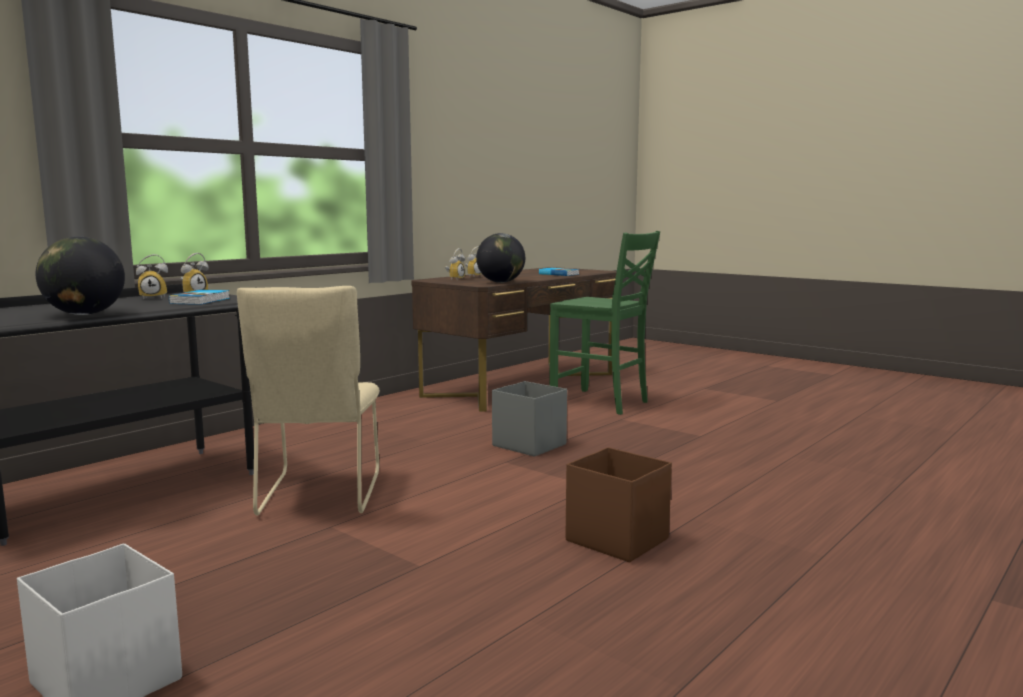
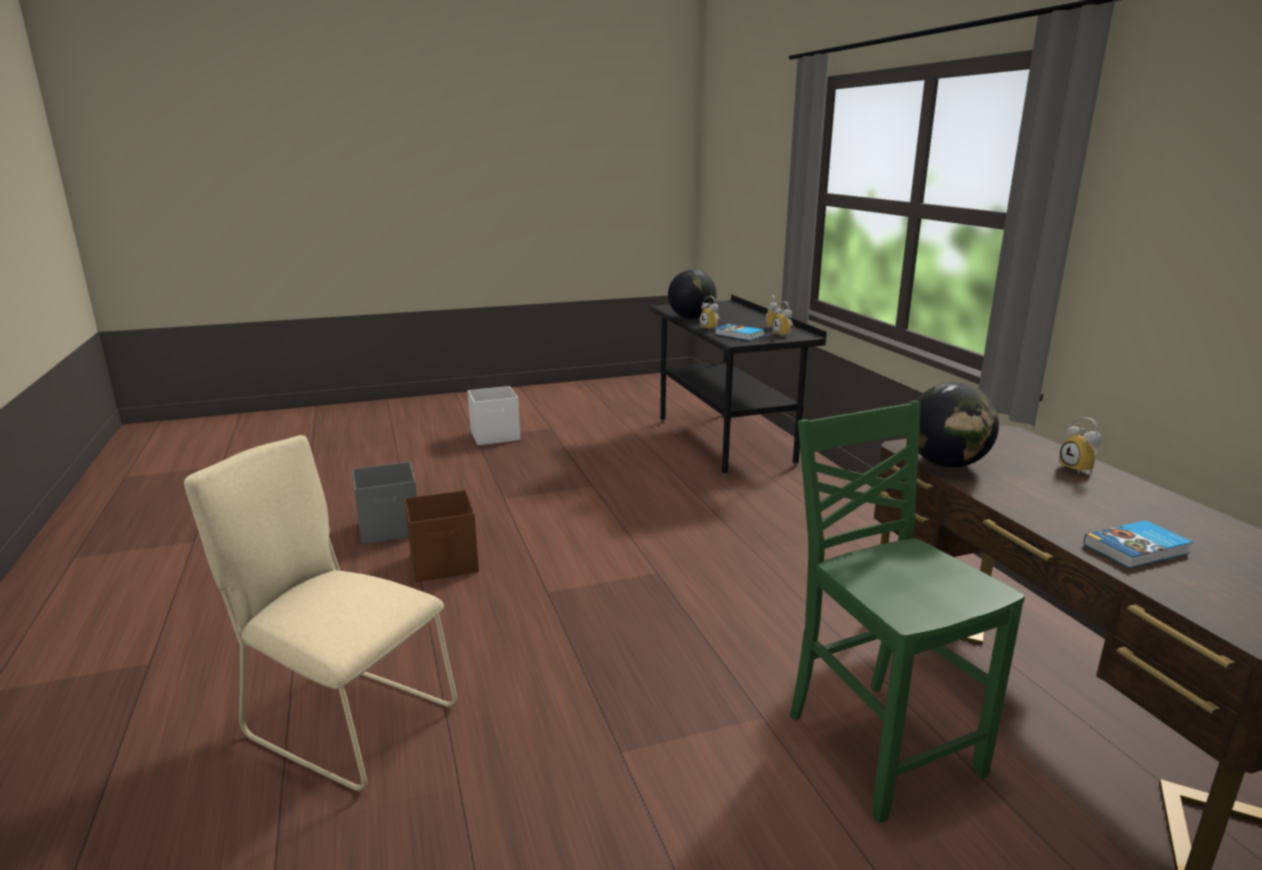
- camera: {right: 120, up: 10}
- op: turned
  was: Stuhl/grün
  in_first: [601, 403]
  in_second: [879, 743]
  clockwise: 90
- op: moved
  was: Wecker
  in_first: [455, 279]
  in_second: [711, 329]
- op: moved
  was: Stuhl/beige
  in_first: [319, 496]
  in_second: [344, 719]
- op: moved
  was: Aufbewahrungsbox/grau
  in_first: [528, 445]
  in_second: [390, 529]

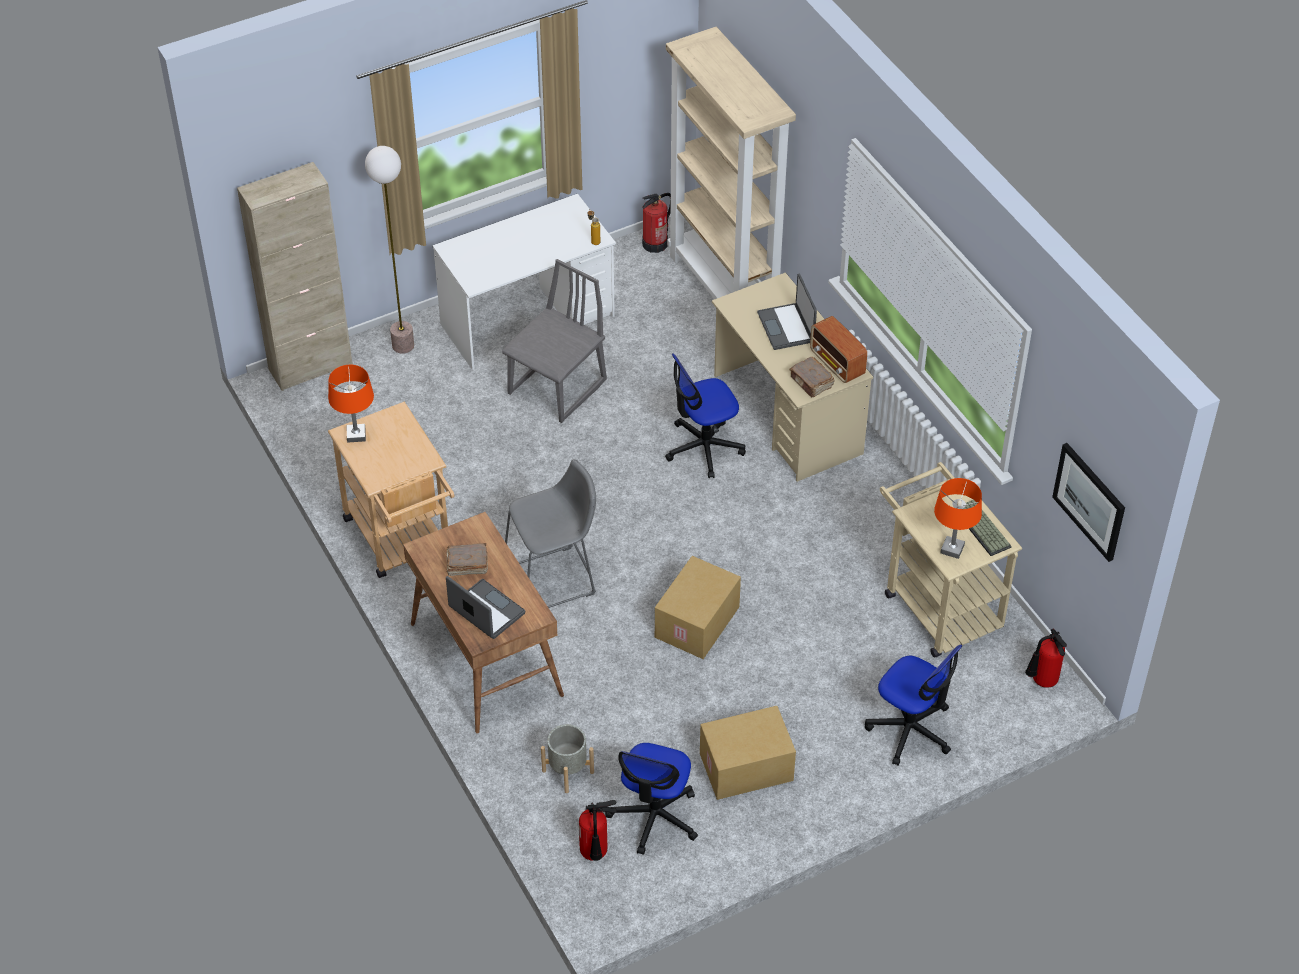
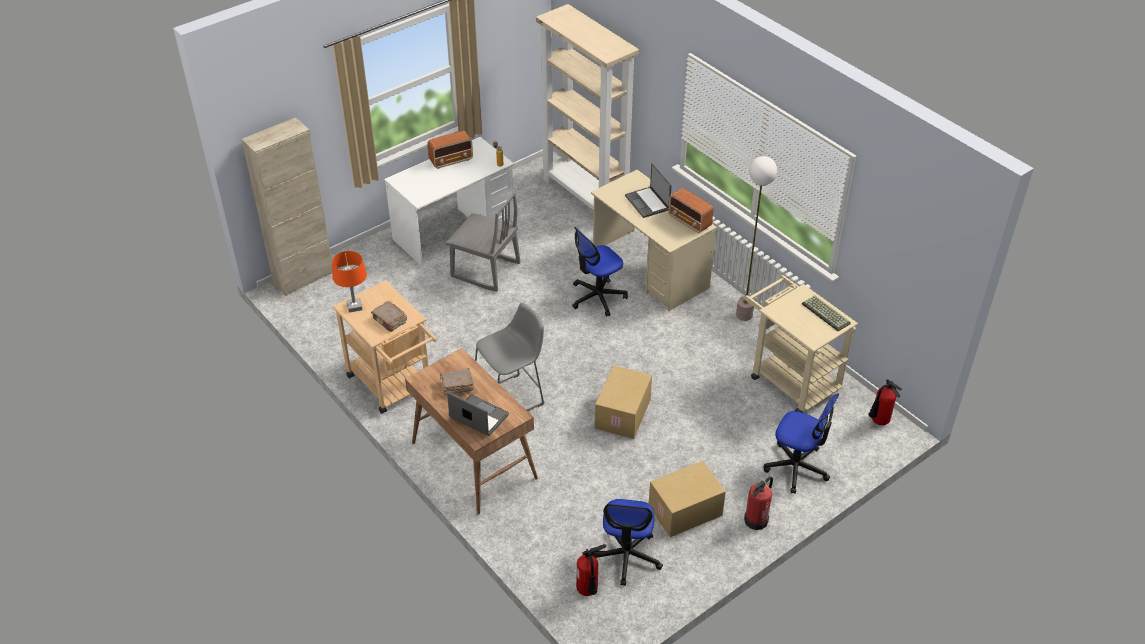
- camera: {right: -10, up: -5}
- op: moved
  was: Stehlampe
  in_first: [403, 345]
  in_second: [744, 315]
- op: moved
  was: Feuerlöscher
  in_first: [655, 243]
  in_second: [756, 520]
- op: turned
  was: Stuhl/grau
  in_first: [558, 388]
  in_second: [485, 271]
  clockwise: 90
- op: moved
  was: Buch/braun
  in_first: [811, 382]
  in_second: [390, 321]
- op: removed
  was: Bild
  in_first: [1090, 501]
- op: removed
  was: Tischlampe/orange
  in_first: [952, 549]
- op: removed
  was: Pflanzkübel/grau
  in_first: [568, 771]
- op: added
  now: Radio
  in_second: [451, 160]

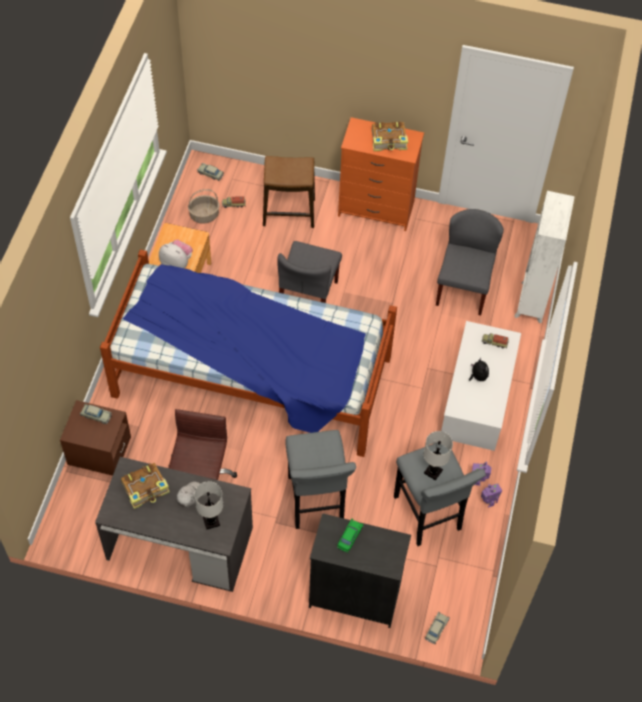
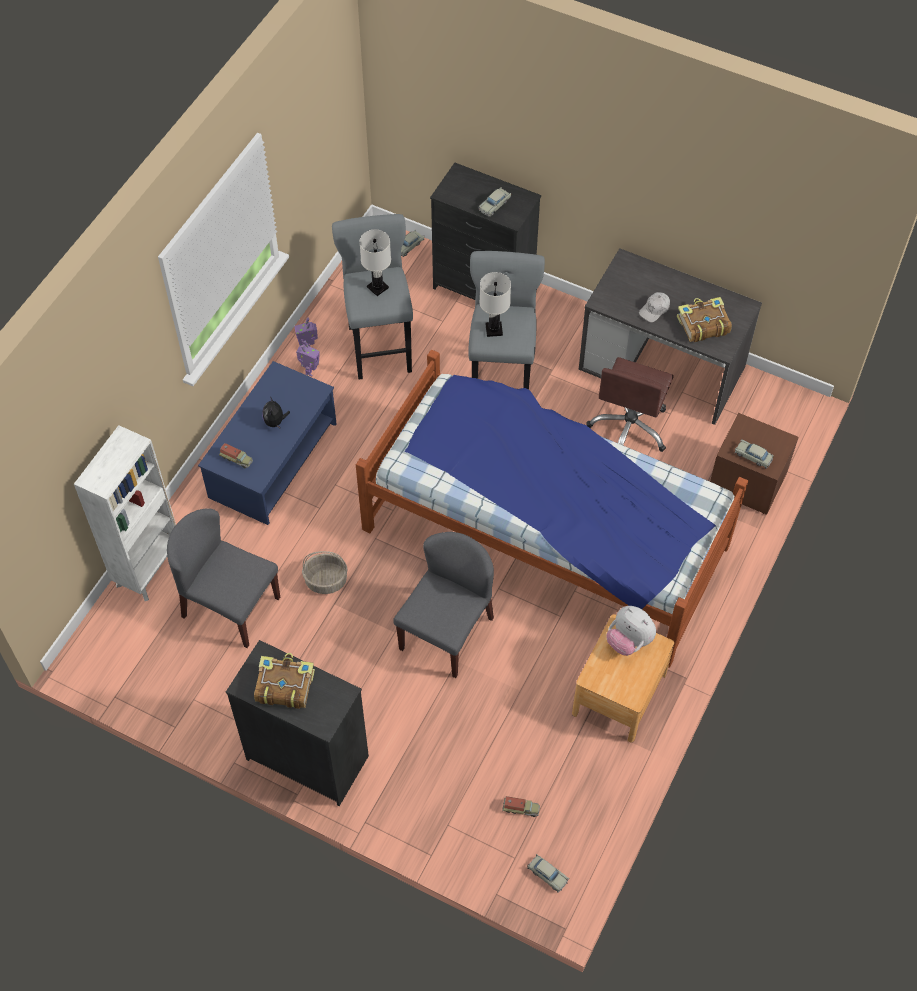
- camera: {right: -165, up: 0}
- op: recoloured
  was: Kommode/orange
  now: Kommode/schwarz
  in_first: [376, 209]
  in_second: [308, 757]
- op: removed
  was: Hocker
  in_first: [289, 212]
- op: moved
  was: Korb
  in_first: [204, 215]
  in_second: [325, 581]
- op: turned
  was: Stuhl/grau
  in_first: [463, 288]
  in_second: [230, 607]
  clockwise: 90
- op: recoloured
  was: Couchtisch/weiß
  now: Couchtisch/blau
  in_first: [477, 397]
  in_second: [272, 461]
- op: moved
  was: Tischlampe/weiß
  in_first: [211, 521]
  in_second: [494, 330]
- op: recoloured
  was: Spielzeugauto/grün
  now: Spielzeugauto/beige
  in_first: [349, 537]
  in_second: [494, 205]

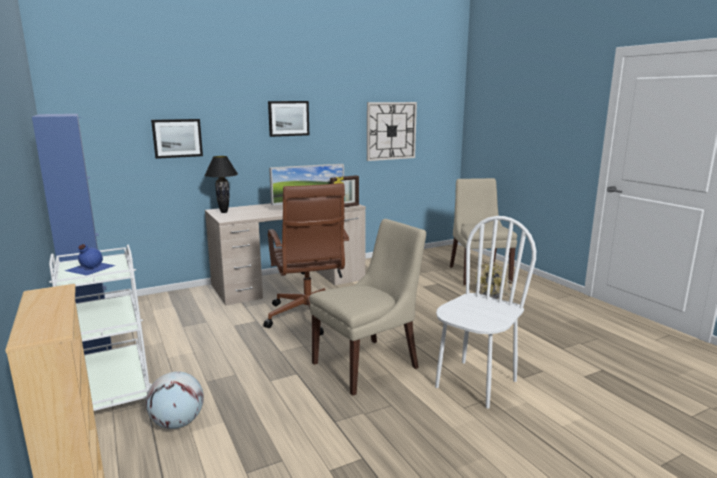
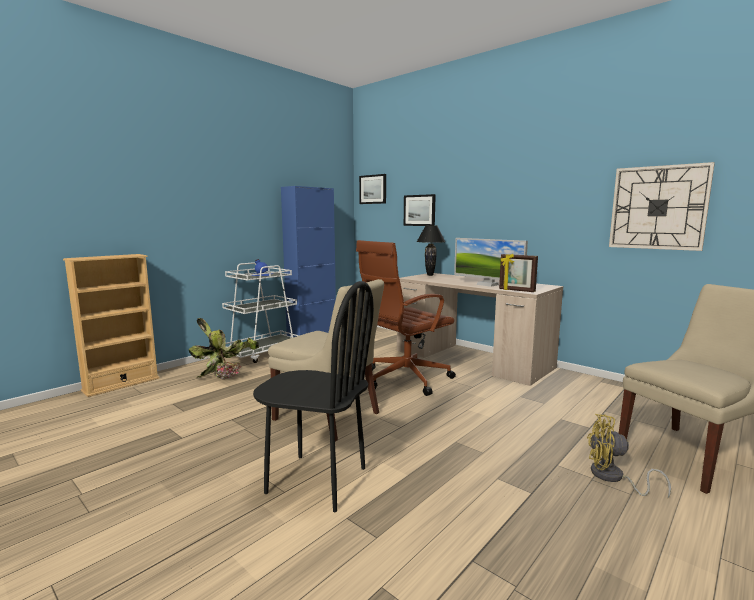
- camera: {right: 70, up: -5}
- op: moved
  was: Bild
  in_first: [288, 118]
  in_second: [373, 189]
- op: recoloured
  was: Stuhl/weiß
  now: Stuhl/schwarz
  in_first: [475, 383]
  in_second: [316, 480]
- op: replaced
  was: Globus
  now: Topfpflanze
  in_first: [178, 423]
  in_second: [226, 375]

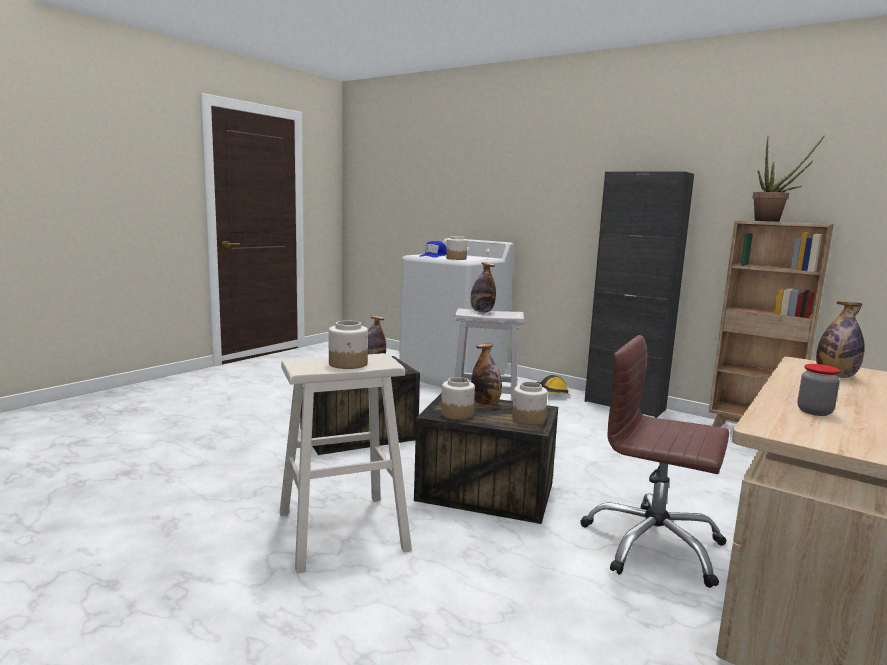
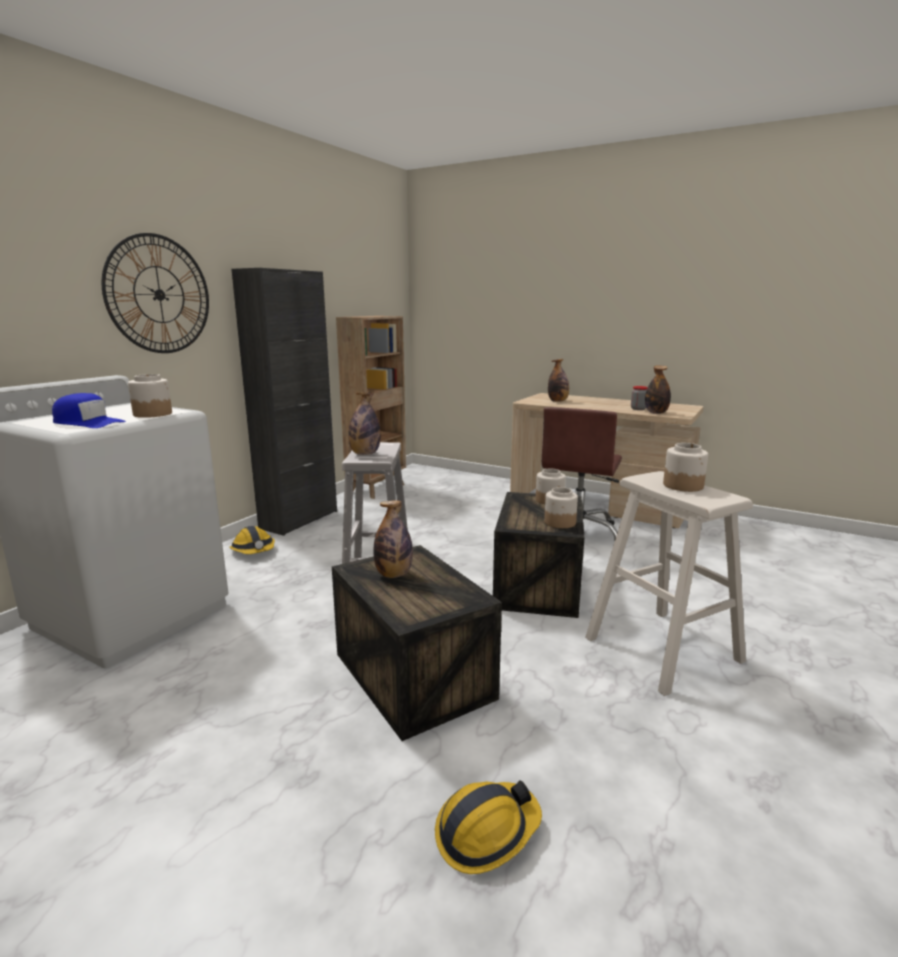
- camera: {right: -95, up: 5}
- op: removed
  was: Topfpflanze
  in_first: [772, 221]
- op: moved
  was: Flasche
  in_first: [485, 403]
  in_second: [656, 413]
- op: added
  now: Wanduhr
  in_second: [159, 294]
- op: added
  now: Schutzhelm
  in_second: [486, 832]

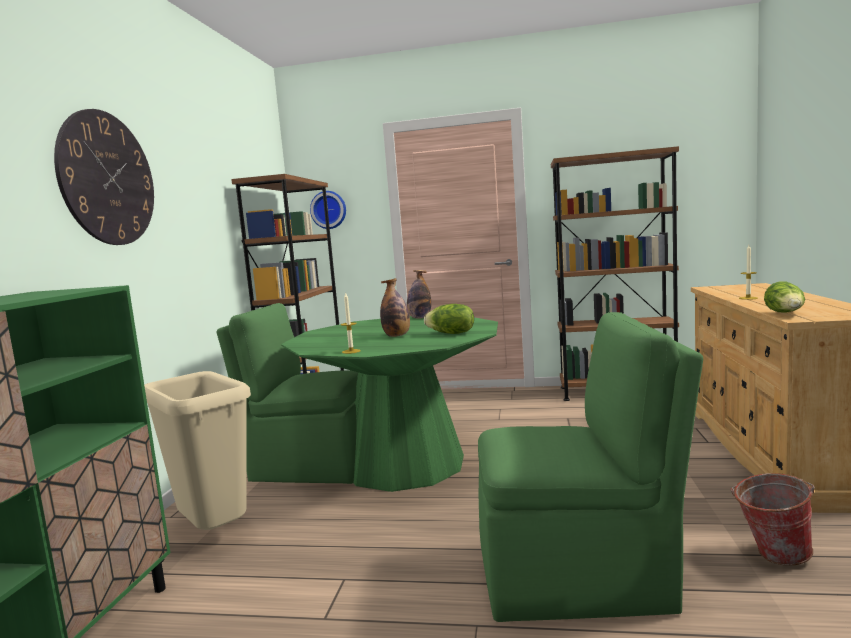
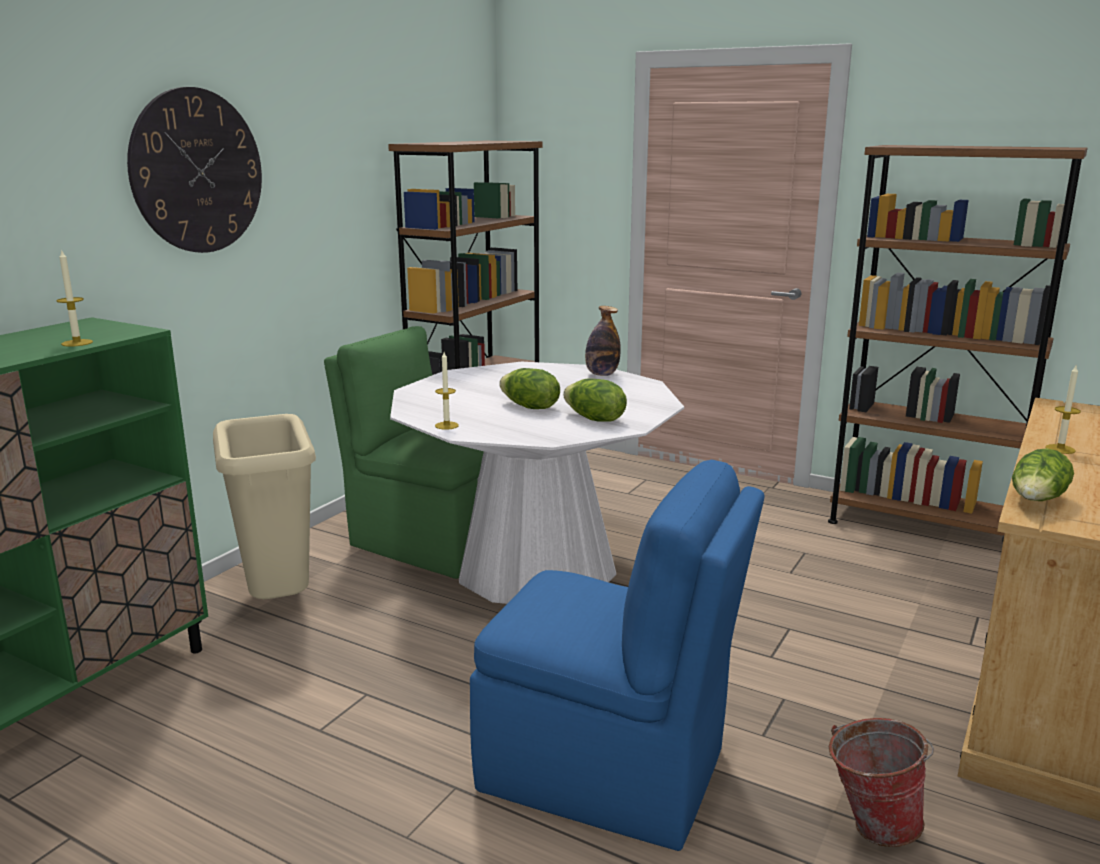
- camera: {right: 20, up: 10}
- op: removed
  was: Wanduhr
  in_first: [329, 210]
- op: replaced
  was: Flasche
  now: Salatkopf
  in_first: [397, 336]
  in_second: [529, 407]
- op: recoloured
  was: Stuhl/grün
  now: Stuhl/blau
  in_first: [578, 577]
  in_second: [608, 772]
- op: recoloured
  was: Esstisch/grün
  now: Esstisch/weiß
  in_first: [404, 463]
  in_second: [535, 567]
- op: added
  now: Kerze
  in_second: [77, 343]

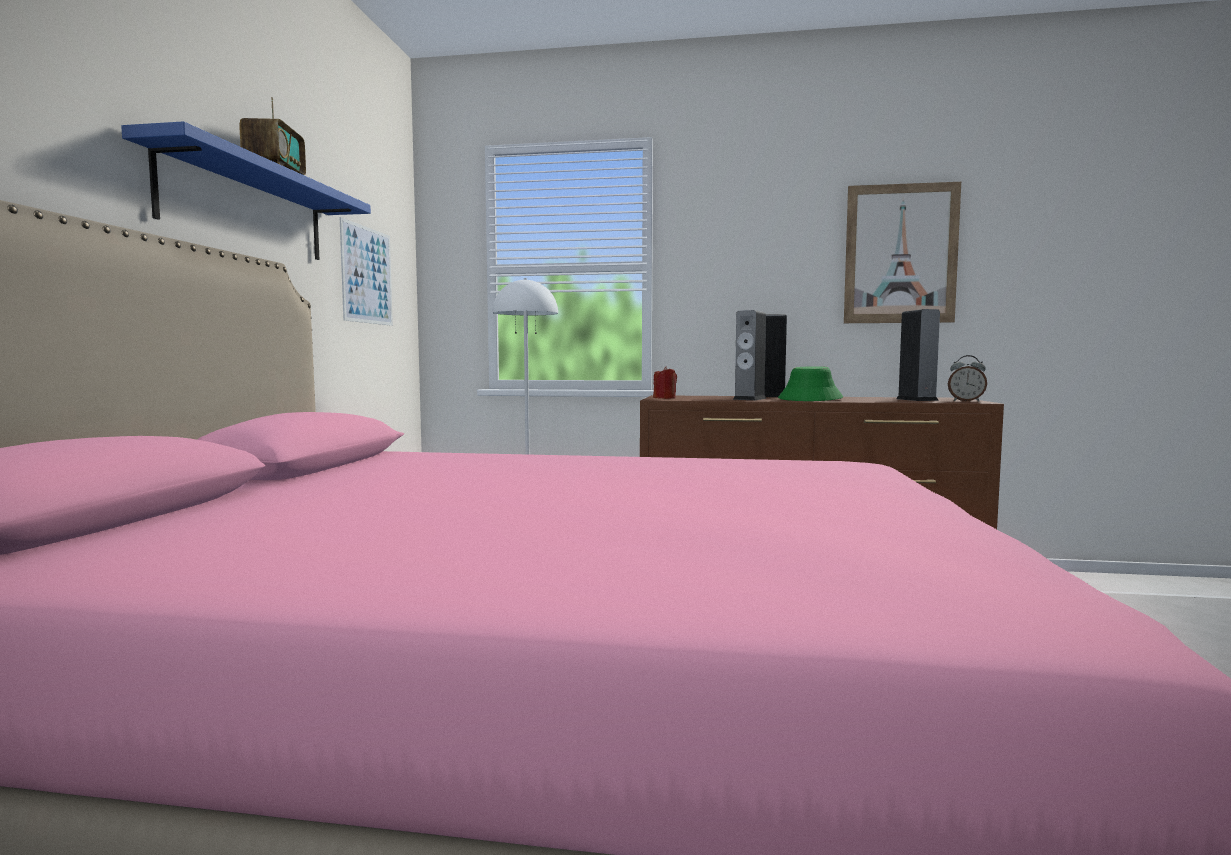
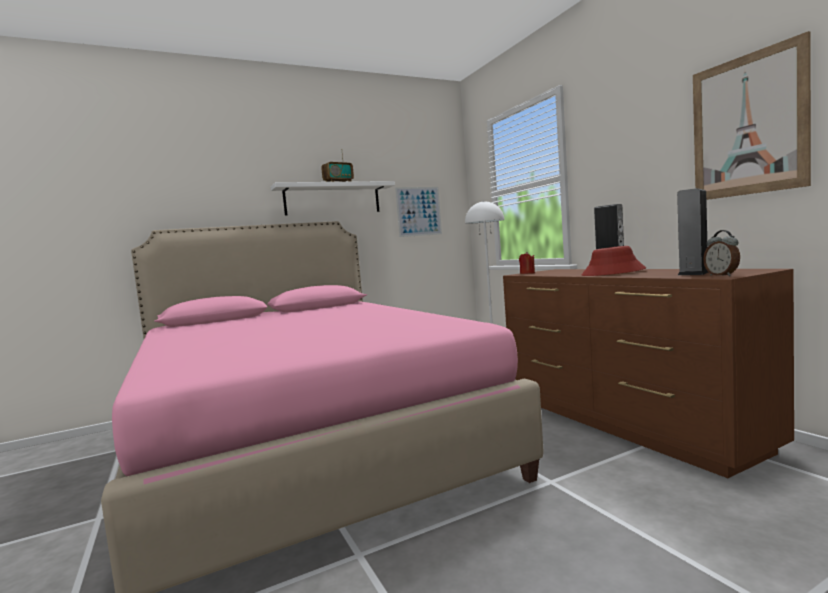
- camera: {right: 55, up: 0}
- op: recoloured
  was: Wandregal/blau
  now: Wandregal/weiß
  in_first: [247, 208]
  in_second: [332, 199]
- op: removed
  was: Lautsprecher
  in_first: [749, 399]
- op: recoloured
  was: Hut/grün
  now: Hut/rot
  in_first: [810, 399]
  in_second: [613, 273]

